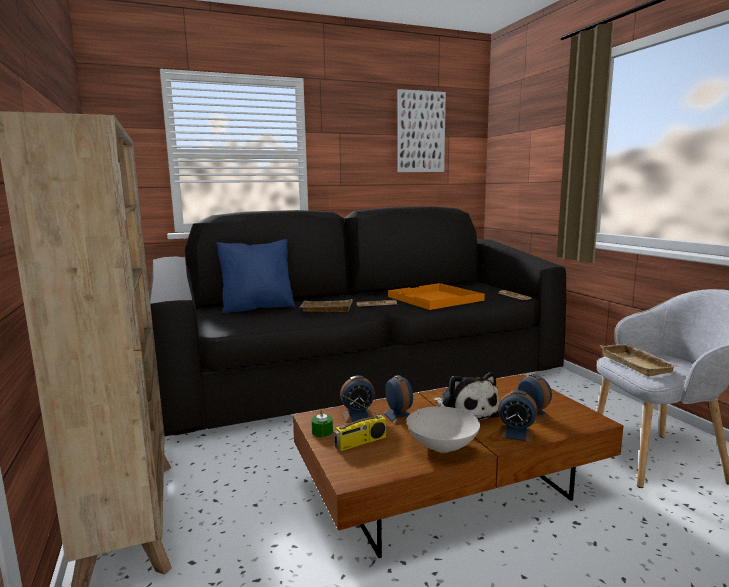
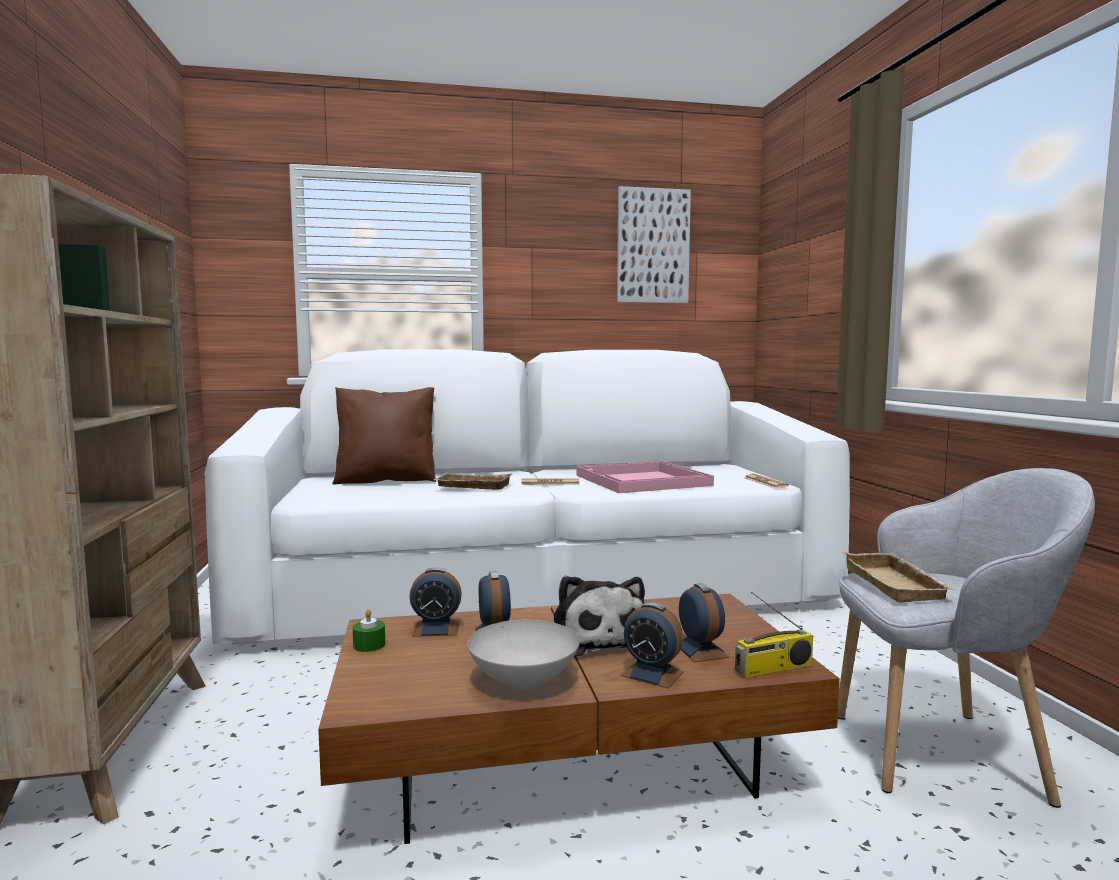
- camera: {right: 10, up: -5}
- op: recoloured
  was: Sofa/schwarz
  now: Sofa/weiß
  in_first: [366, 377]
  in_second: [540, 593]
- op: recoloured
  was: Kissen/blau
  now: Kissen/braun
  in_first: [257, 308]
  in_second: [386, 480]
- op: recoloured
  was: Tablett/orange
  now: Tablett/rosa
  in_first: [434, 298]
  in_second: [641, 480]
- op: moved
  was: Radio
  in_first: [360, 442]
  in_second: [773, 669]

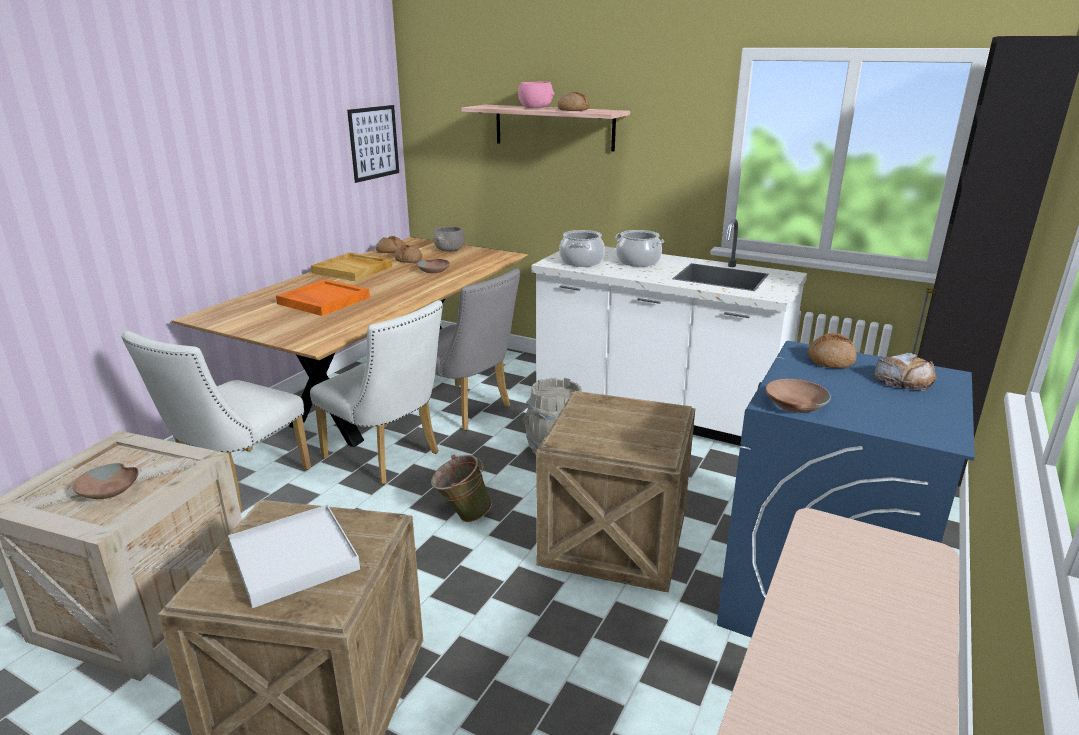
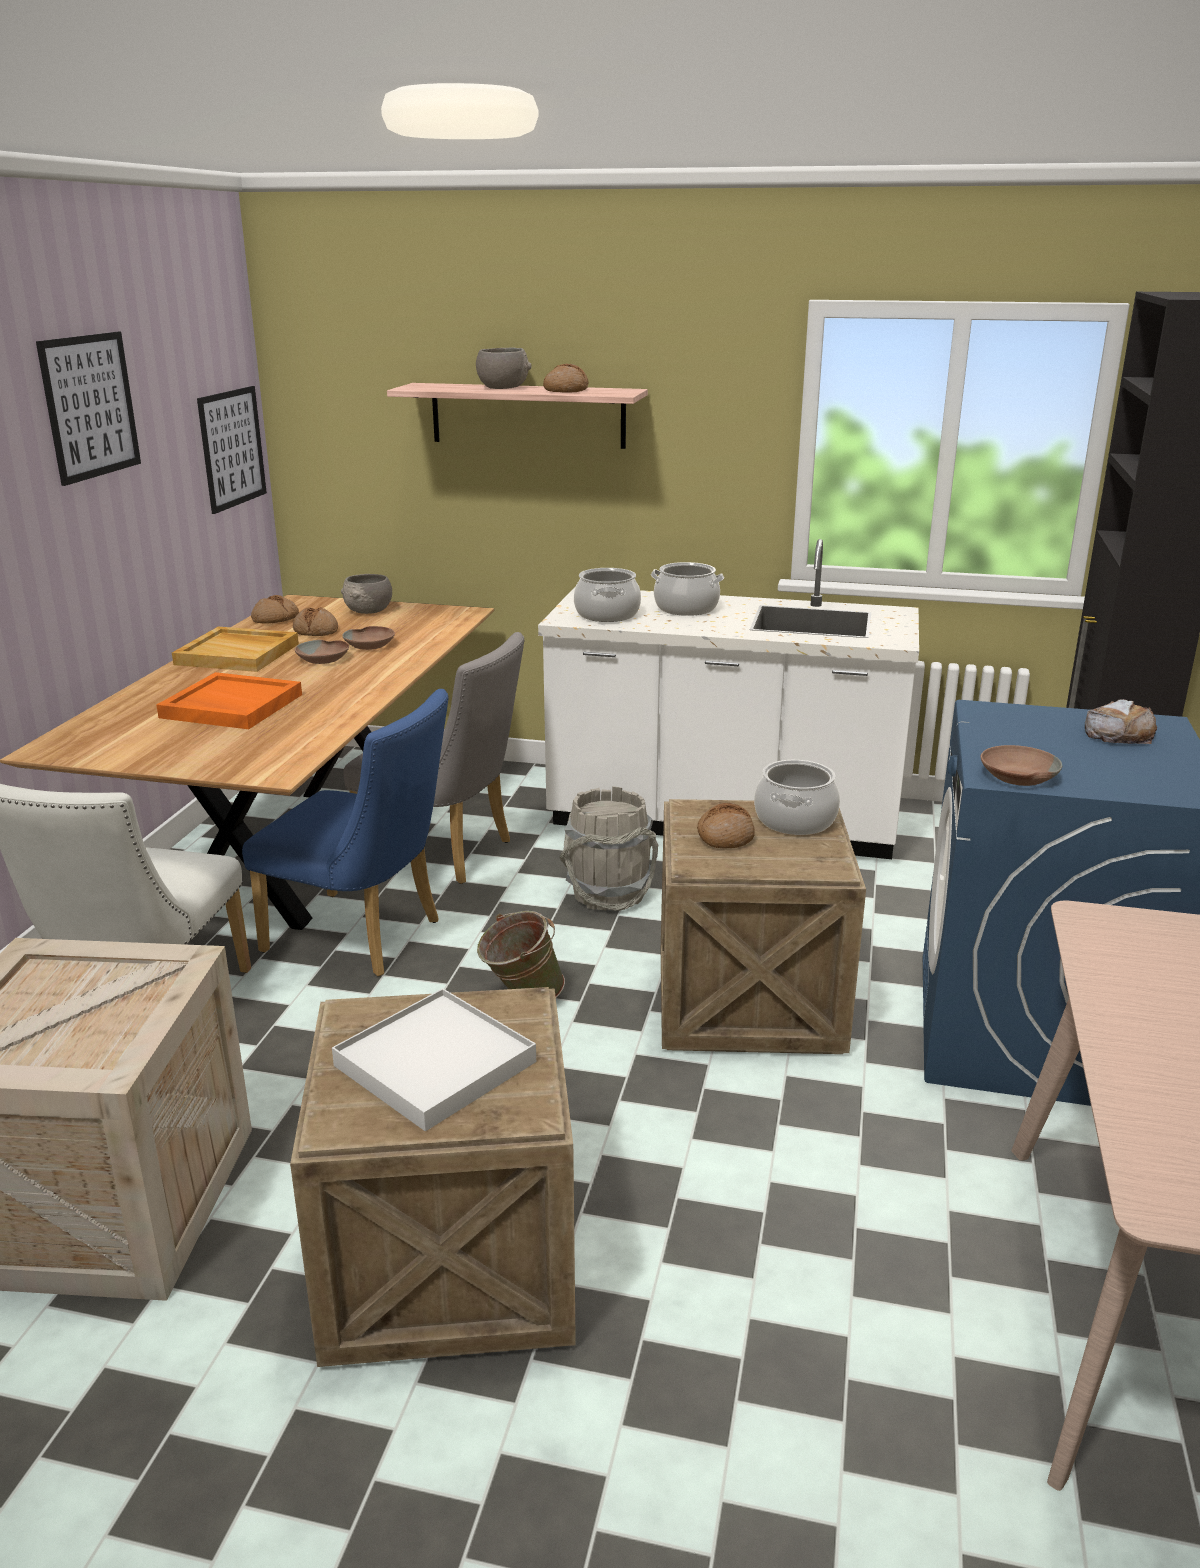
- camera: {right: -15, up: 0}
- op: recoloured
  was: Schüssel/rosa
  now: Schüssel/grau
  in_first: [535, 107]
  in_second: [503, 387]
- op: recoloured
  was: Stuhl/weiß
  now: Stuhl/blau
  in_first: [388, 457]
  in_second: [364, 938]
- op: moved
  was: Brot
  in_first: [830, 360]
  in_second: [725, 836]
- op: moved
  was: Schüssel/braun
  in_first: [109, 490]
  in_second: [324, 659]
- op: added
  now: Bild
  in_second: [90, 406]
- op: added
  now: Kochtopf
  in_second: [795, 820]

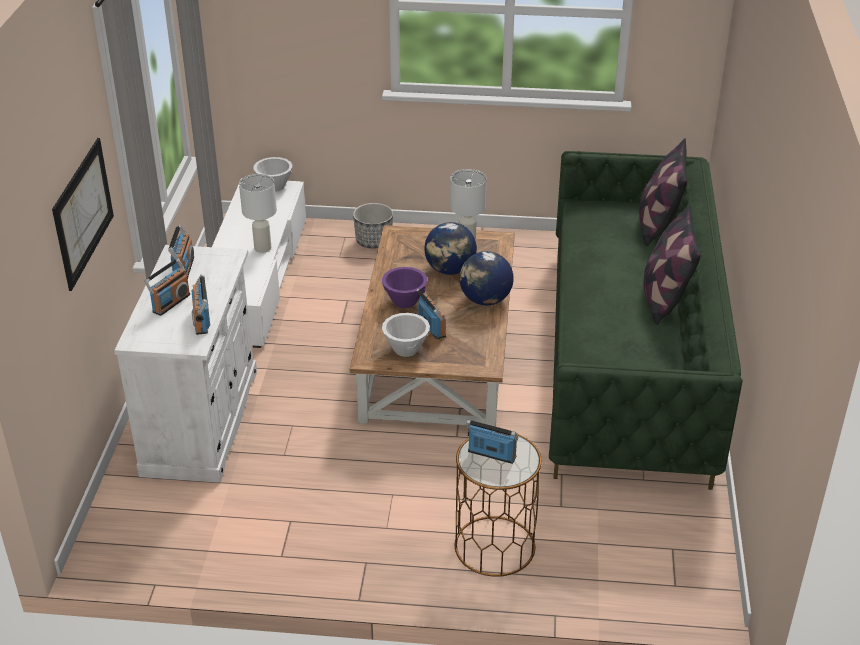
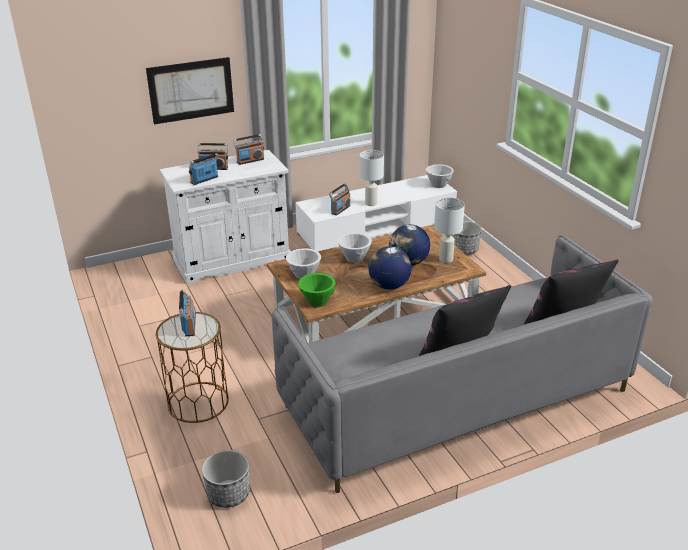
- camera: {right: 60, up: -5}
- op: recoloured
  was: Sofa/grün
  now: Sofa/grau
  in_first: [628, 359]
  in_second: [455, 399]
- op: recoloured
  was: Schüssel/lila
  now: Schüssel/weiß
  in_first: [405, 301]
  in_second: [354, 258]
- op: moved
  was: Radio
  in_first: [431, 327]
  in_second: [340, 209]
- op: added
  now: Schüssel/grün
  in_second: [317, 301]
- op: added
  now: Pflanzkübel
  in_second: [229, 494]

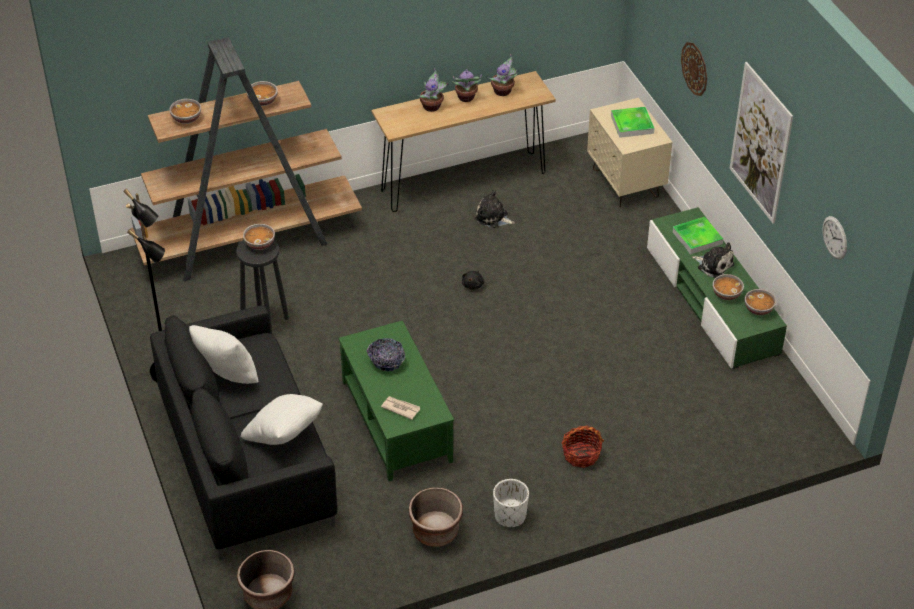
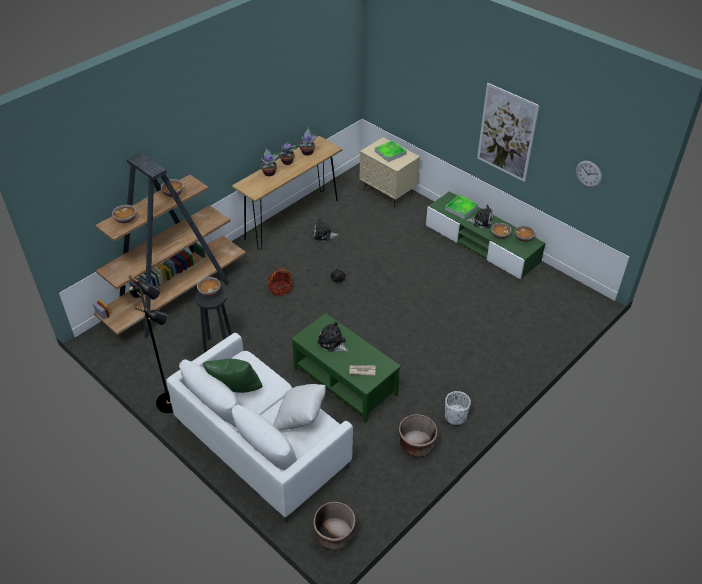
- camera: {right: -25, up: 0}
- op: removed
  was: Wanduhr
  in_first: [695, 68]
- op: recoloured
  was: Sofa/schwarz
  now: Sofa/weiß
  in_first: [246, 462]
  in_second: [262, 445]
- op: recoloured
  was: Kissen/weiß
  now: Kissen/grün
  in_first: [227, 378]
  in_second: [236, 391]
- op: replaced
  was: Schüssel
  now: Plüschtier
  in_first: [386, 361]
  in_second: [332, 343]
- op: moved
  was: Korb
  in_first: [581, 455]
  in_second: [280, 288]

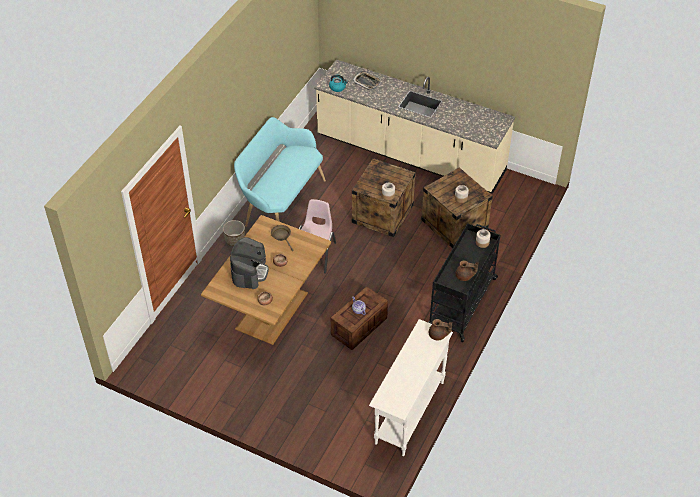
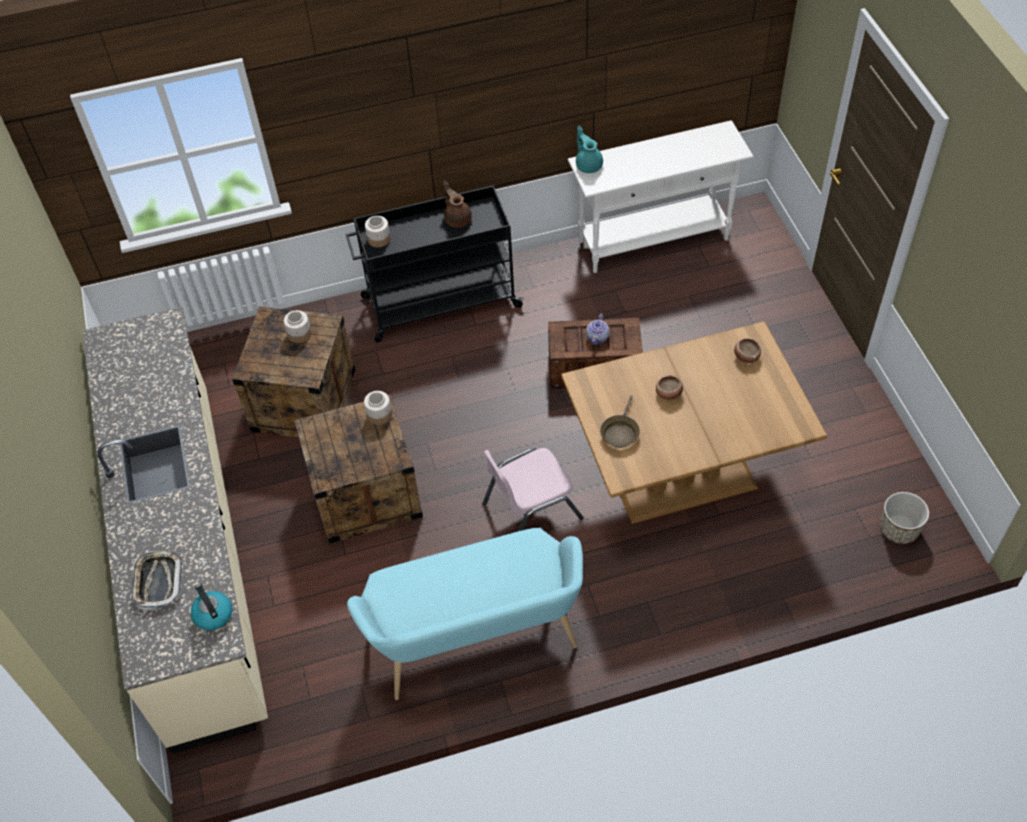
- camera: {right: -130, up: 5}
- op: moved
  was: Pflanzkübel
  in_first: [235, 240]
  in_second: [898, 529]
- op: removed
  was: Kaffeemaschine
  in_first: [249, 272]
- op: recoloured
  was: Teekanne/braun
  now: Teekanne/türkis
  in_first: [438, 335]
  in_second: [588, 165]

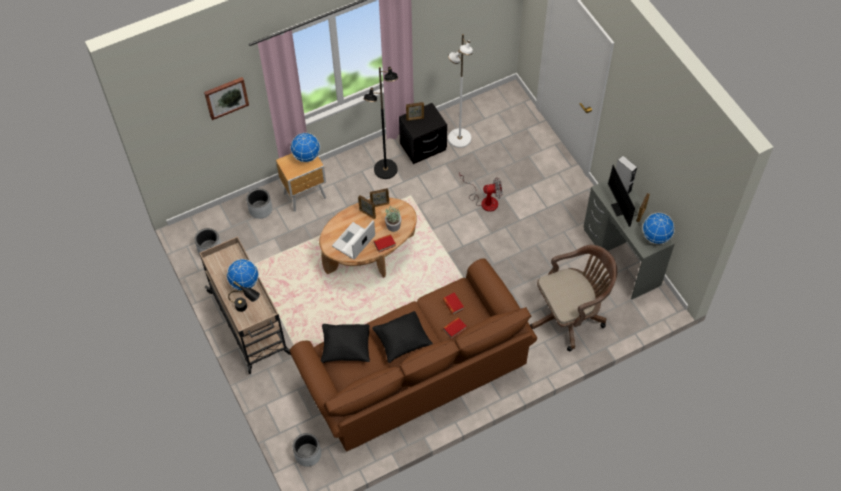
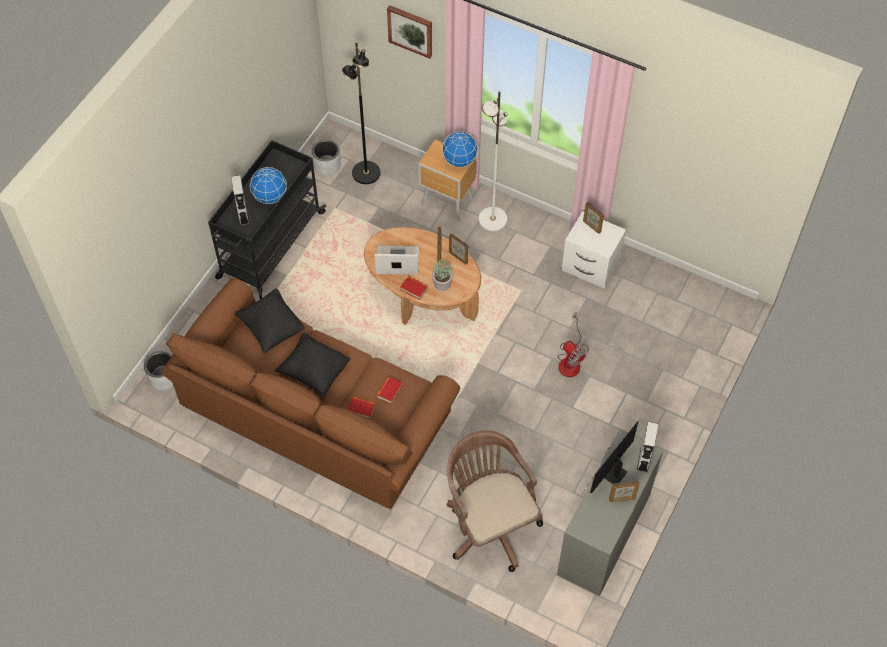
- camera: {right: 55, up: 0}
- op: moved
  was: Stehlampe/weiß
  in_first: [459, 138]
  in_second: [492, 219]
- op: moved
  was: Stehlampe/schwarz
  in_first: [385, 170]
  in_second: [365, 173]
- op: recoloured
  was: Nachttisch/schwarz
  now: Nachttisch/weiß
  in_first: [423, 147]
  in_second: [590, 267]
- op: removed
  was: Pflanzkübel/grau
  in_first: [260, 209]
- op: removed
  was: Globus
  in_first: [655, 237]
- op: recoloured
  was: Rollwagen/beige
  now: Rollwagen/schwarz
  in_first: [249, 323]
  in_second: [270, 246]
- op: turned
  was: Bürostuhl/braun
  in_first: [570, 315]
  in_second: [489, 523]
  clockwise: -150
- op: replaced
  was: Tischlampe/schwarz
  now: Lautsprecher/grau
  in_first: [246, 308]
  in_second: [243, 215]

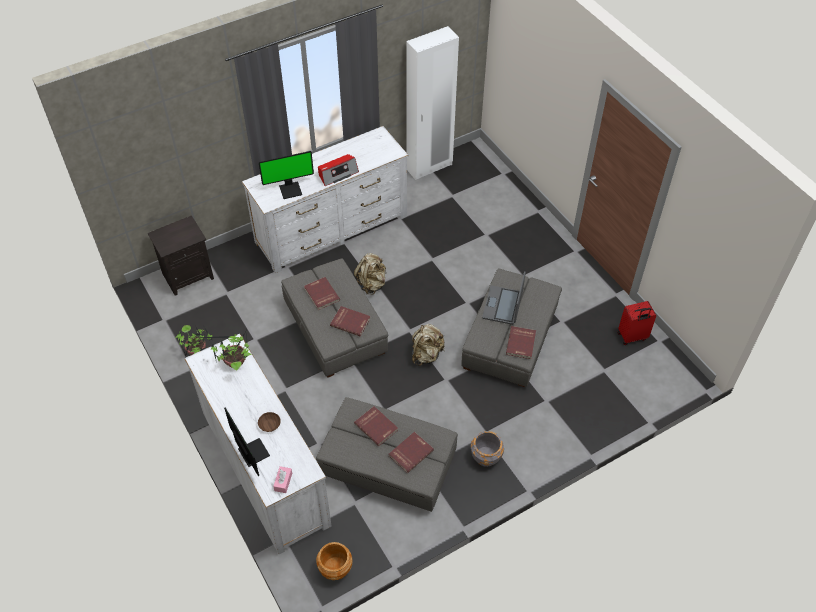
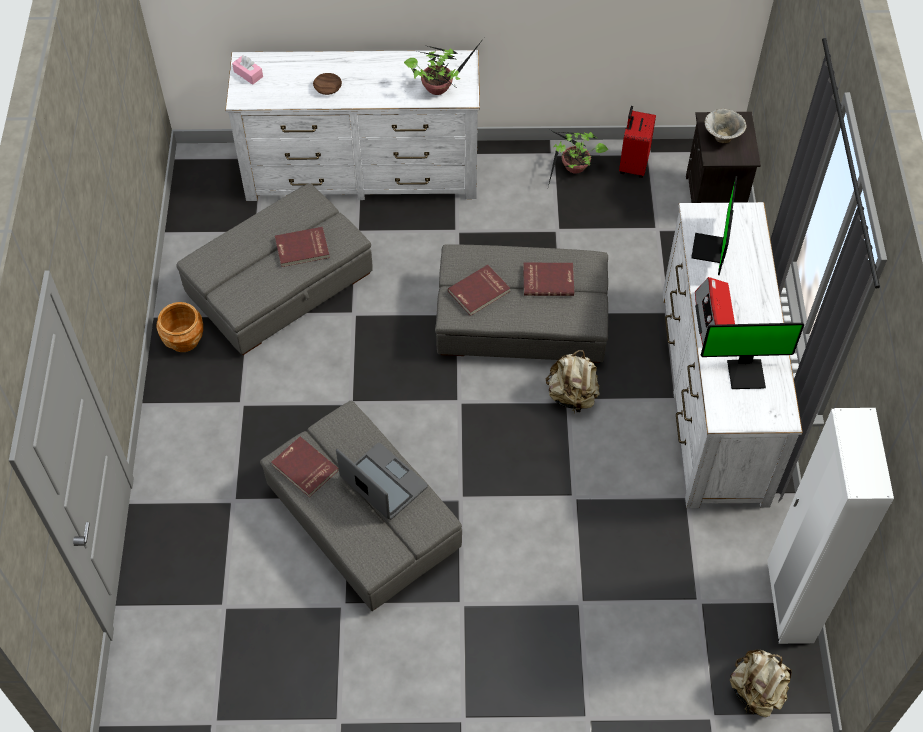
- camera: {right: 120, up: 5}
- op: moved
  was: Koffer/rot
  in_first: [632, 337]
  in_second: [632, 165]
- op: moved
  was: Rucksack/beige
  in_first: [426, 354]
  in_second: [756, 691]
- op: moved
  was: Monitor
  in_first: [252, 453]
  in_second: [746, 373]
- op: removed
  was: Pflanzkübel/grau
  in_first: [485, 457]
- op: removed
  was: Buch/rot
  in_first: [410, 452]
- op: moved
  was: Pflanzkübel/braun
  in_first: [335, 568]
  in_second: [184, 339]
- op: added
  now: Schüssel
  in_second: [721, 137]

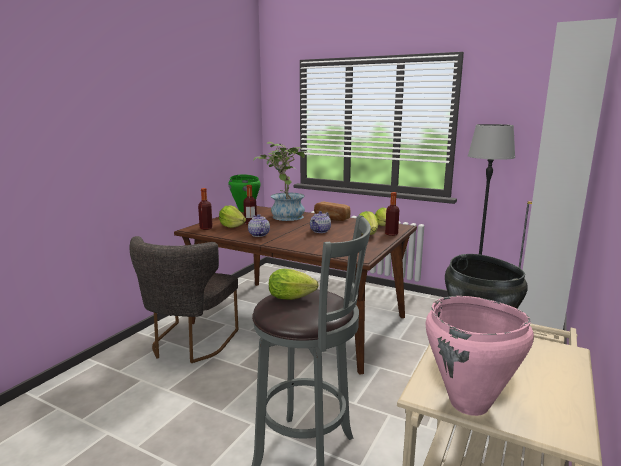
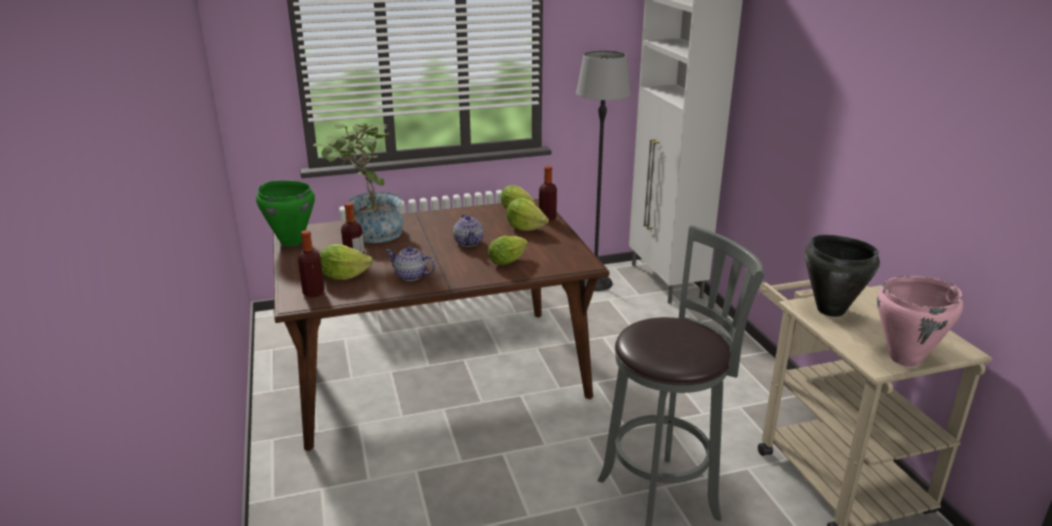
- camera: {right: -45, up: 10}
- op: removed
  was: Brot
  in_first: [331, 218]
- op: removed
  was: Stuhl/grau
  in_first: [189, 344]
- op: moved
  was: Salatkopf
  in_first: [293, 298]
  in_second: [509, 261]

